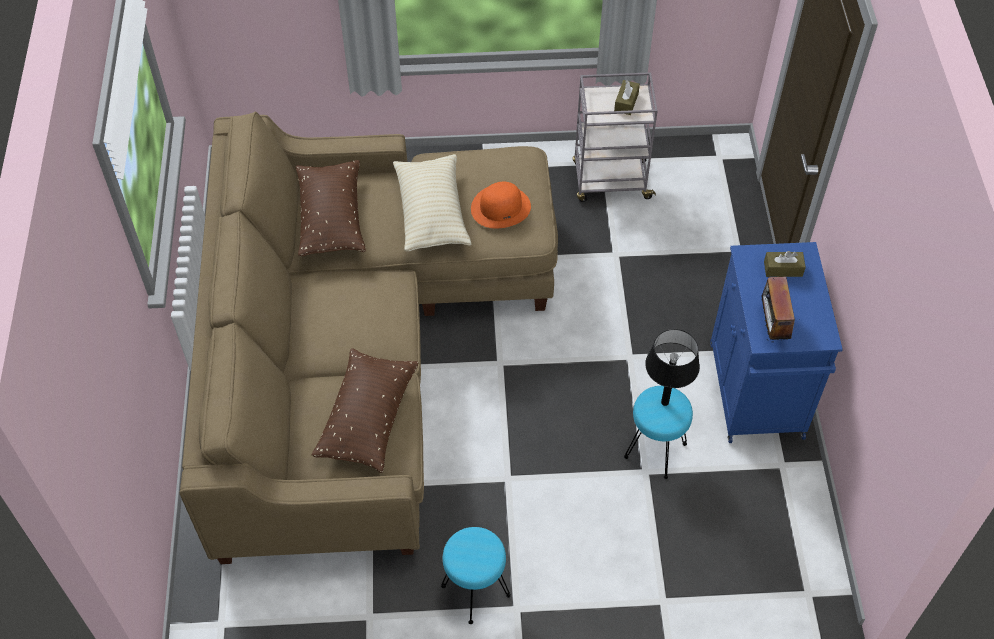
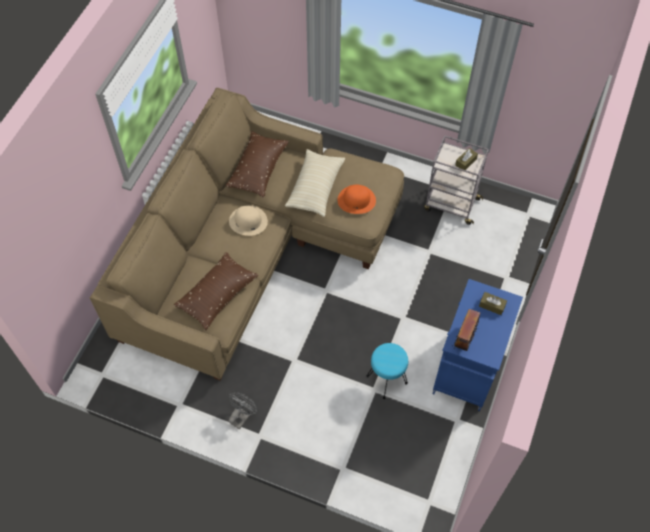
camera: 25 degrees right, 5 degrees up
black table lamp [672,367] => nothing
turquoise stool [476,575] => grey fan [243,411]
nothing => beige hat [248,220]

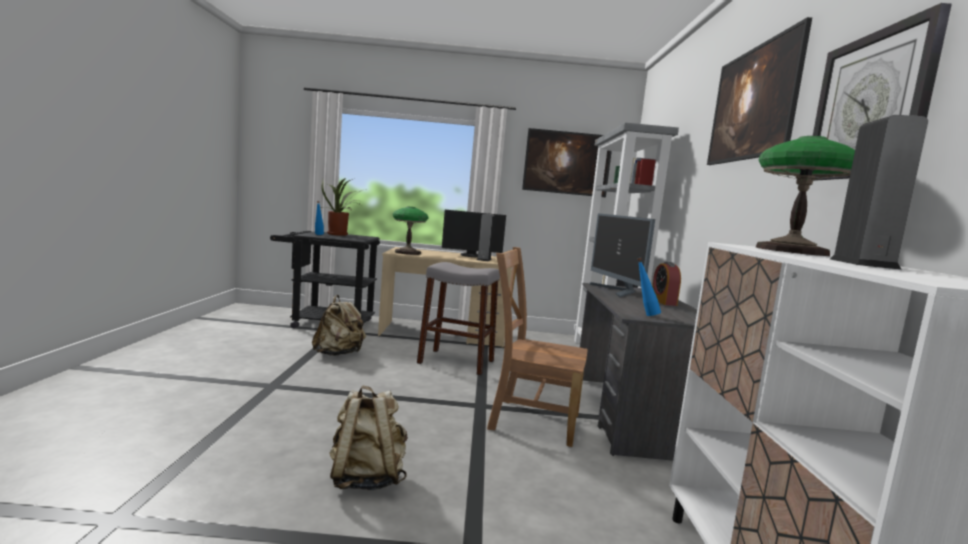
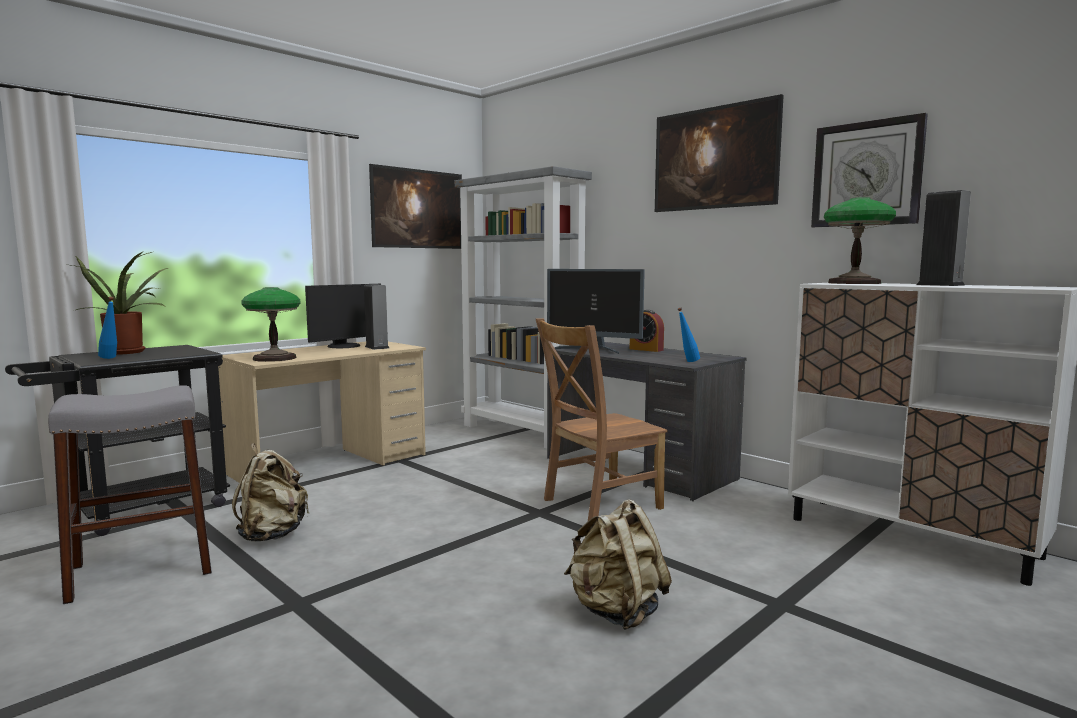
camera: 45 degrees left, 0 degrees up
grey stool [458,319] => grey stool [130,494], shifted

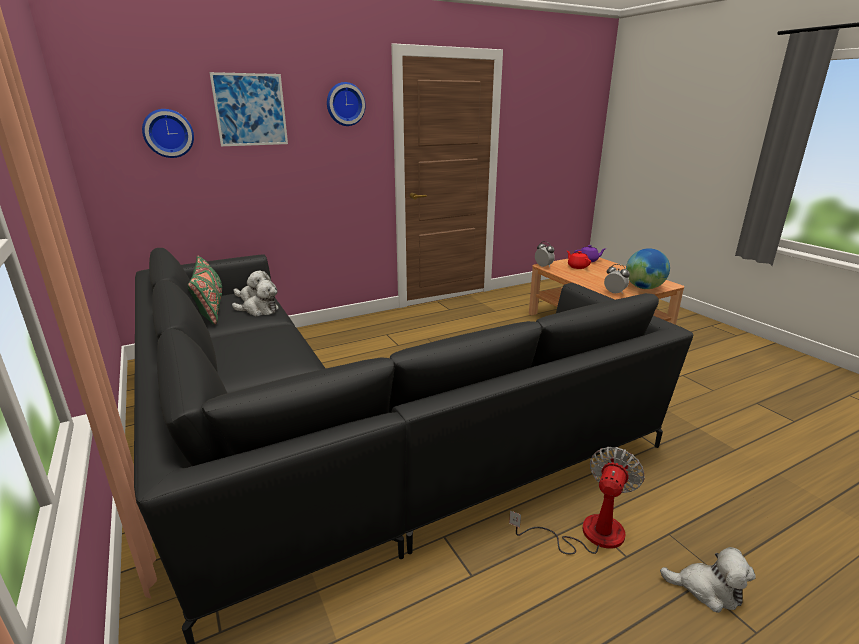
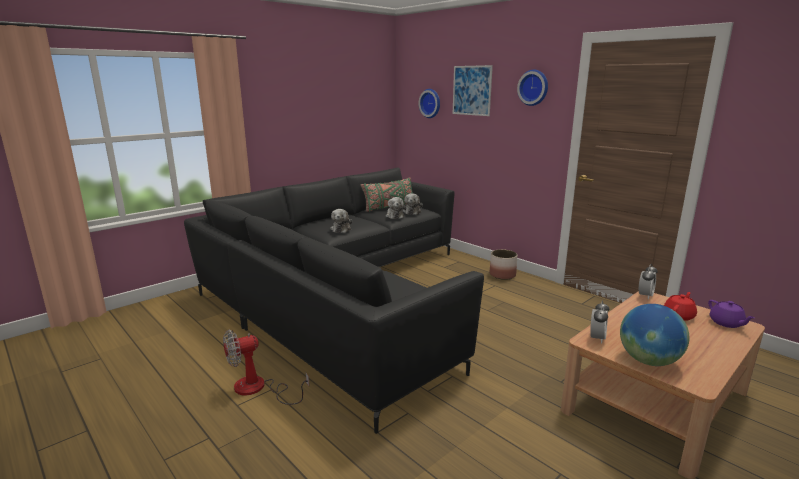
camera: 75 degrees right, 5 degrees down
fan [577,500] => fan [266,367], 135 degrees clockwise
plush toy [708,580] => plush toy [341,221], shifted
nothing => planter [504,264]

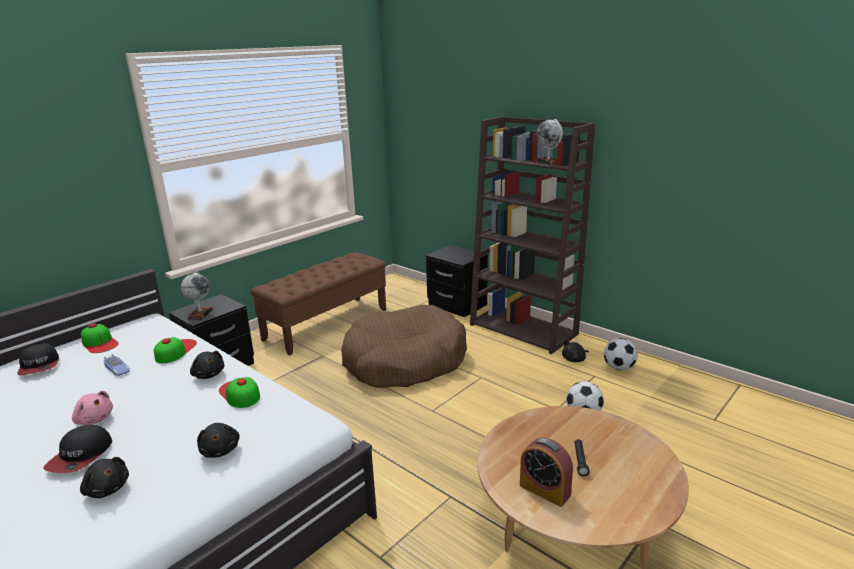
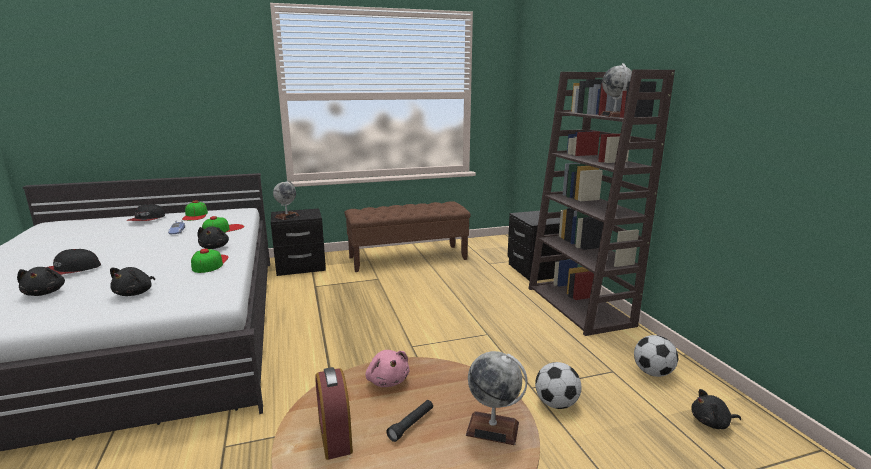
camera: 30 degrees right, 5 degrees down
brown dog bed [404,346] => nothing
black plush toy [575,351] => black plush toy [716,409], shifted
pink plush toy [92,408] => pink plush toy [387,368], shifted
nothing => globe [497,398]

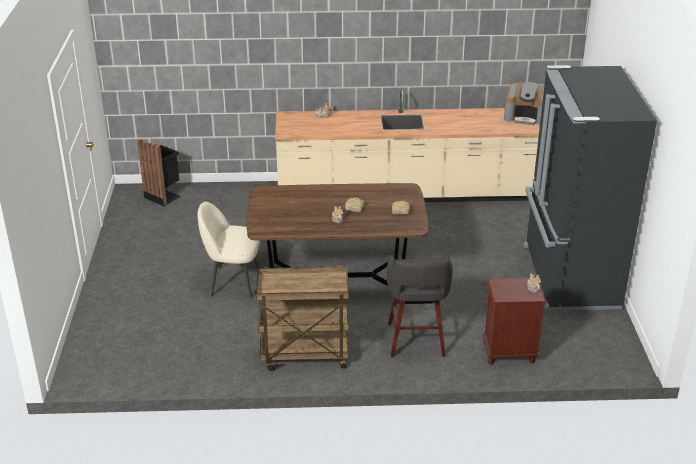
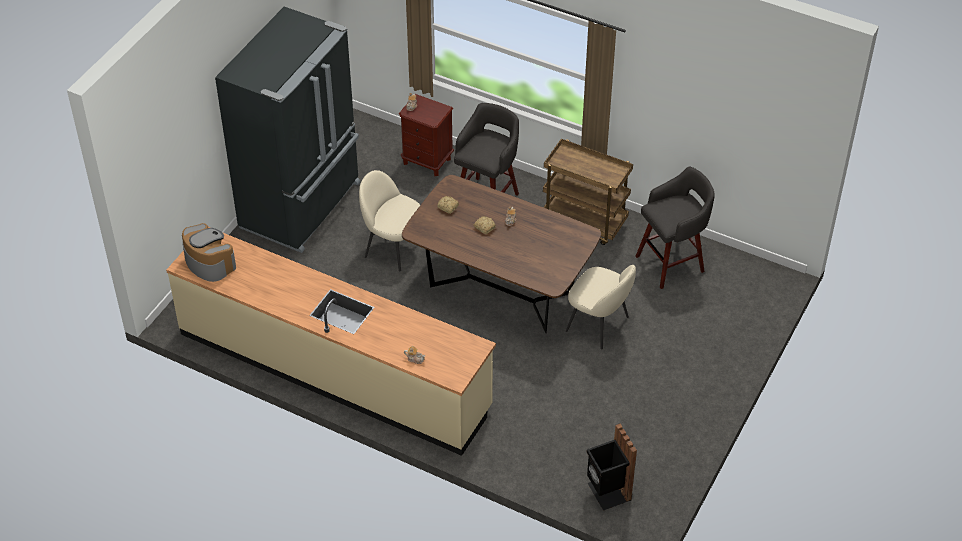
camera: 150 degrees left, 15 degrees up
nothing => grey stool [675,228]
nothing => beige chair [389,221]

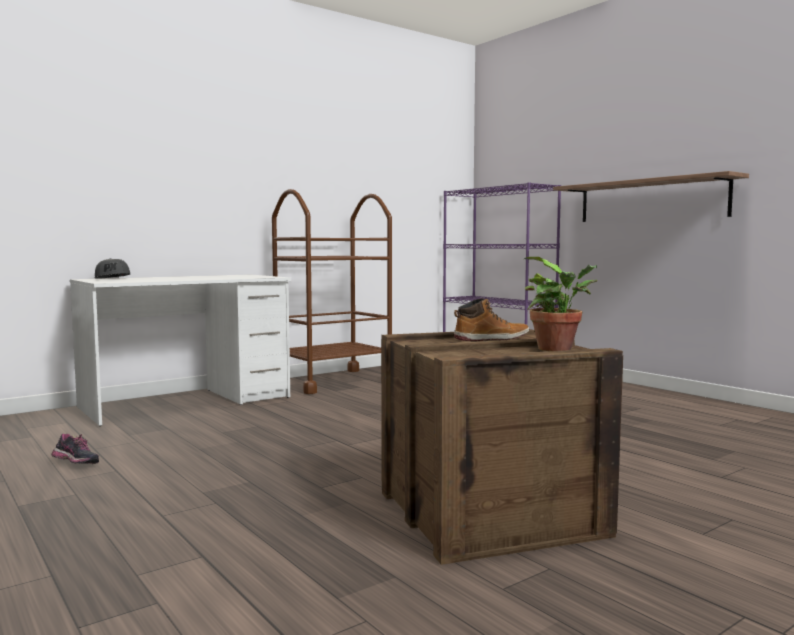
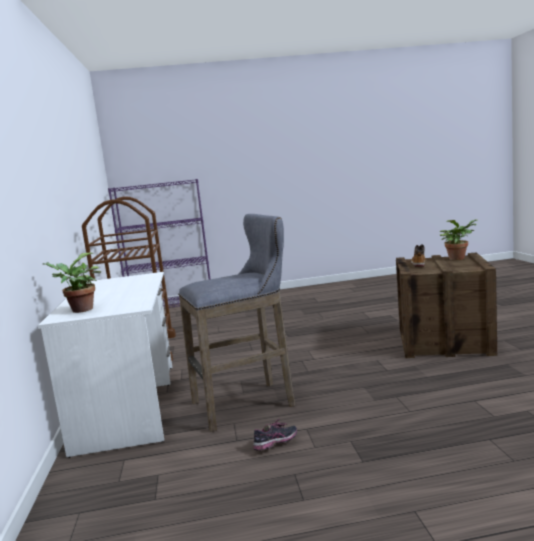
camera: 60 degrees left, 5 degrees up
shelf [651,196] => nothing
grey cap [112,268] => potted plant [71,283]
nothing => grey stool [236,323]

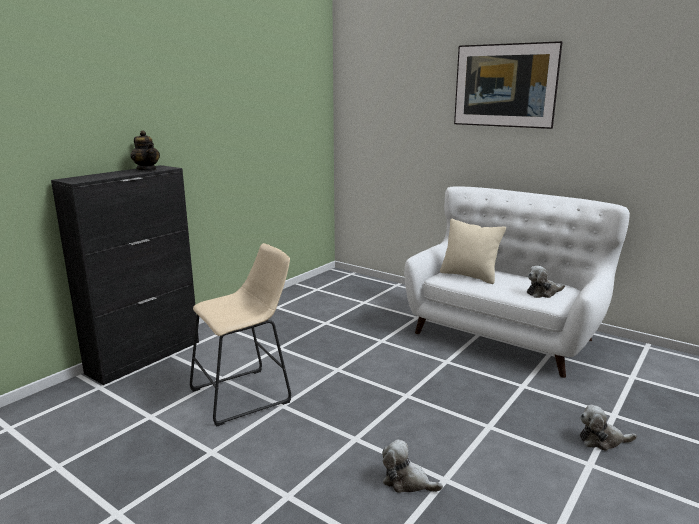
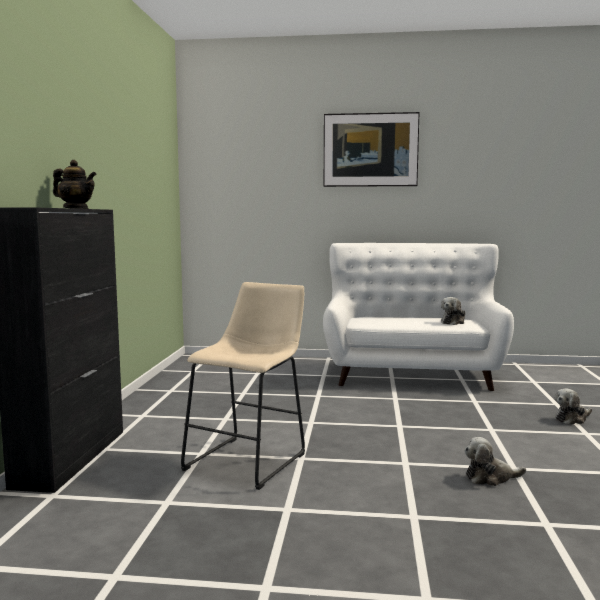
camera: 30 degrees left, 10 degrees down
beige pillow [473,251] => nothing

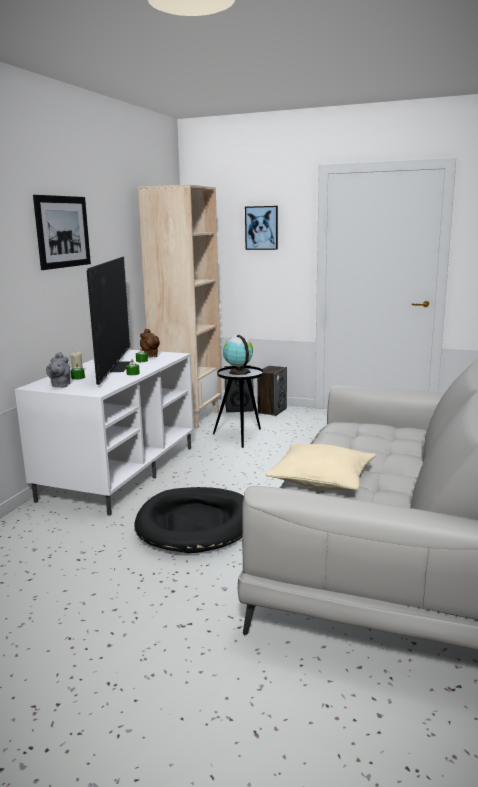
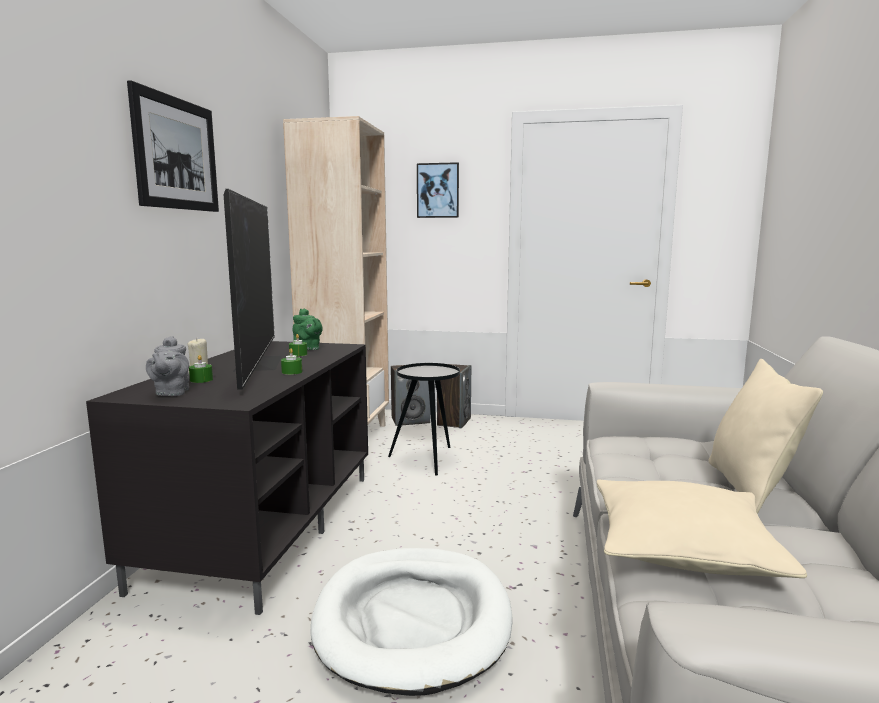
camera: 10 degrees left, 5 degrees down
brown teapot [150,343] => green teapot [307,329]
globe [238,355] => nothing
white tv stand [104,433] => black tv stand [227,478]
black dog bed [189,520] => white dog bed [411,622]
nothing => beige pillow [765,436]

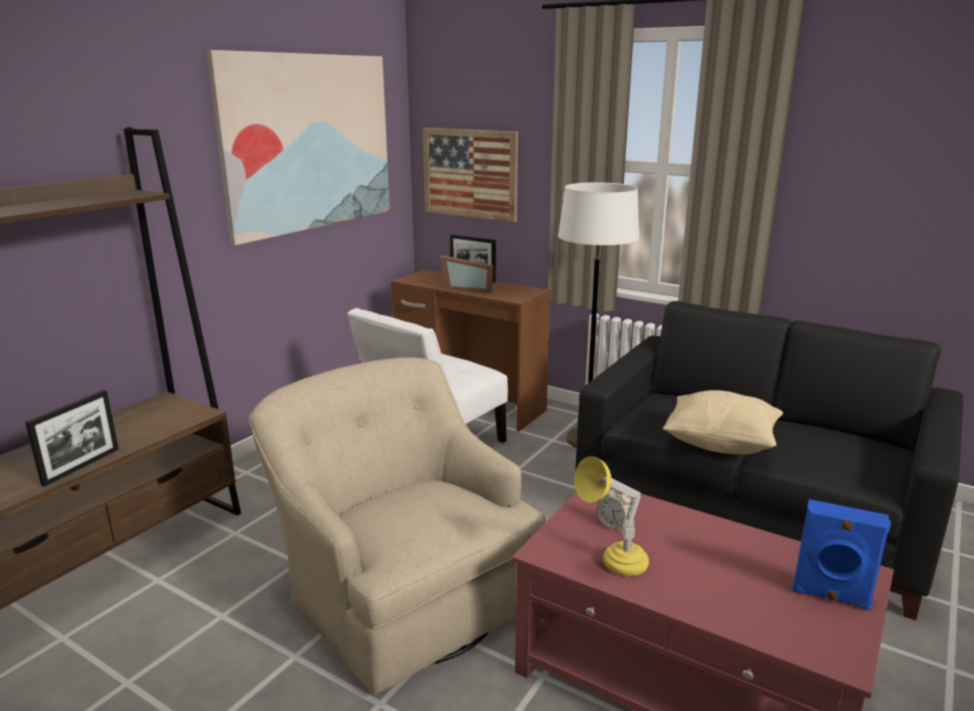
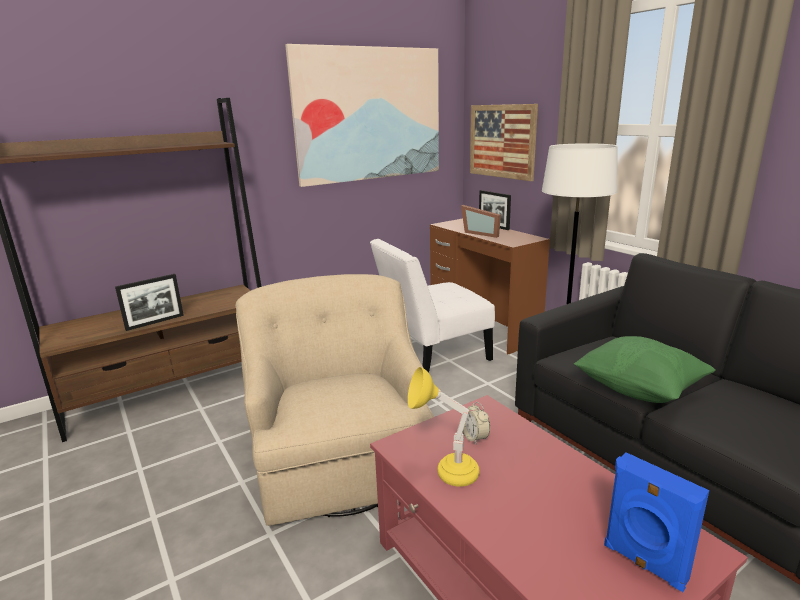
camera: 25 degrees right, 0 degrees up
beige pillow [723,422] => green pillow [645,369]

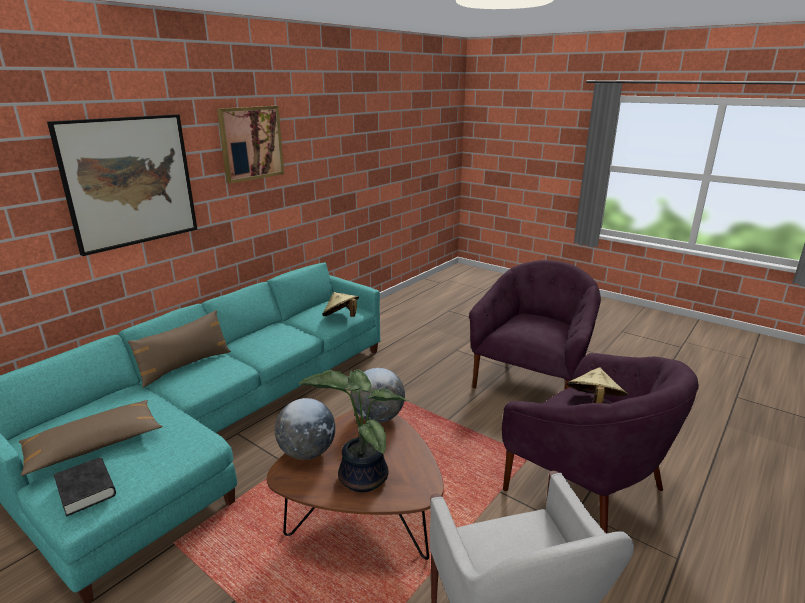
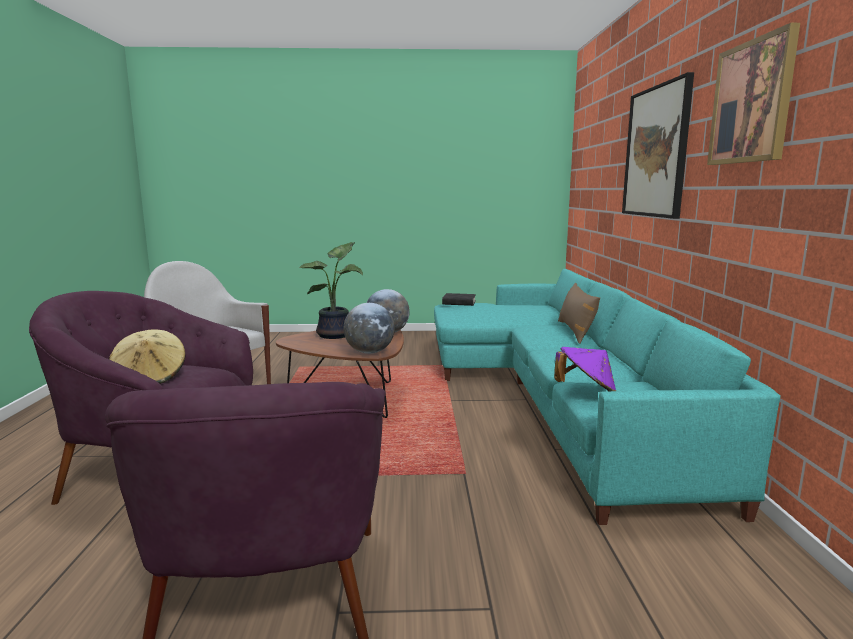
camera: 140 degrees right, 10 degrees down
beige hat [340,304] => purple hat [585,369]
brown pillow [91,438] => nothing

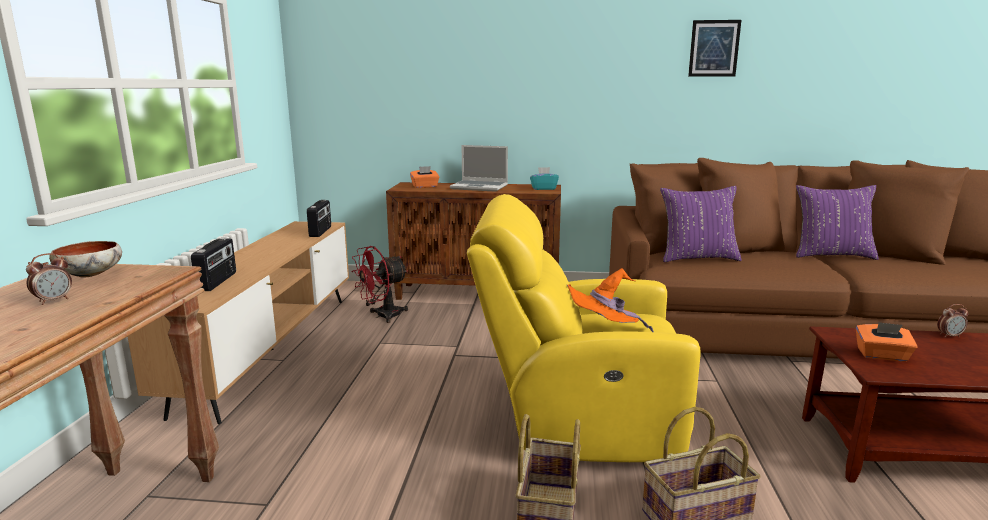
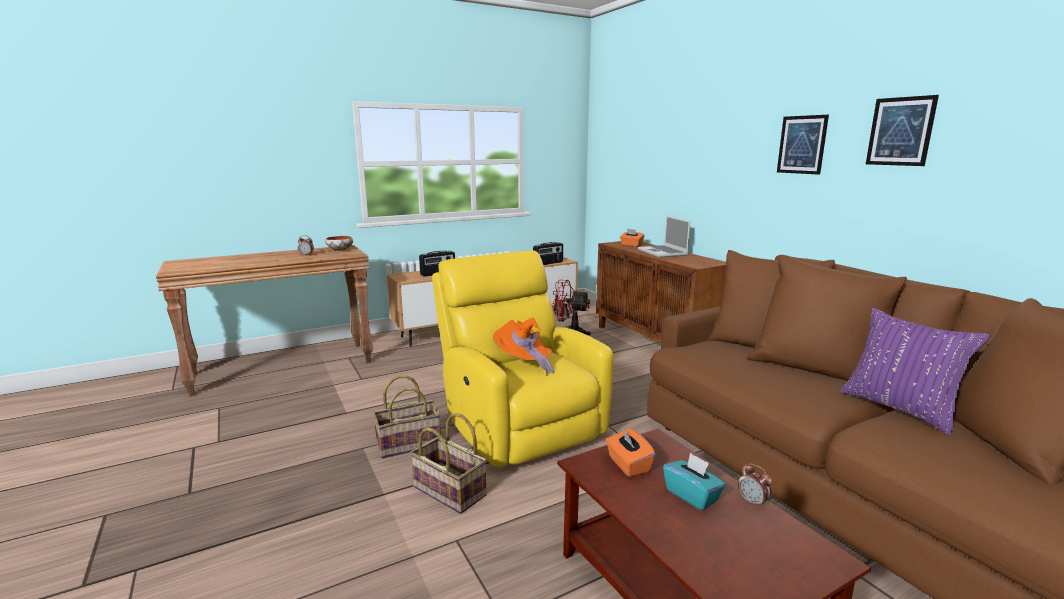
camera: 55 degrees right, 0 degrees up
turquoise tissue box [544,178] => turquoise tissue box [694,481], shifted
purple pillow [701,224] => nothing
nothing => picture [803,145]

